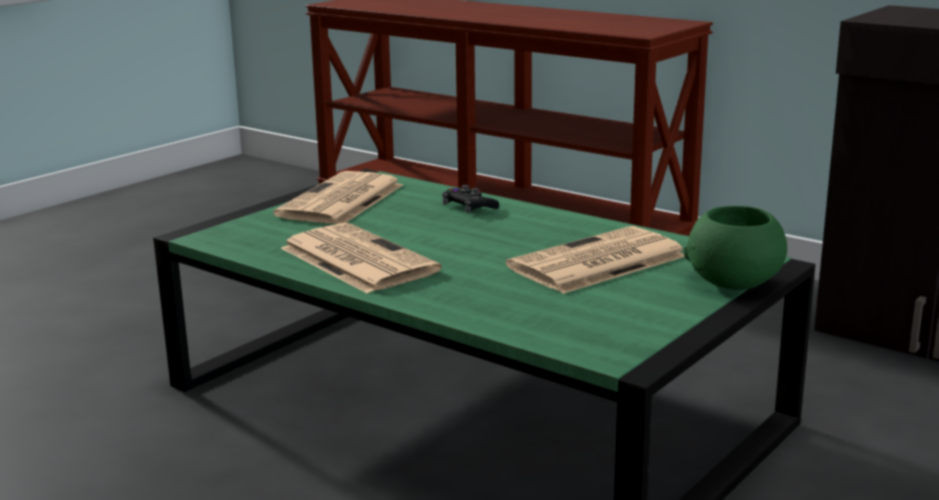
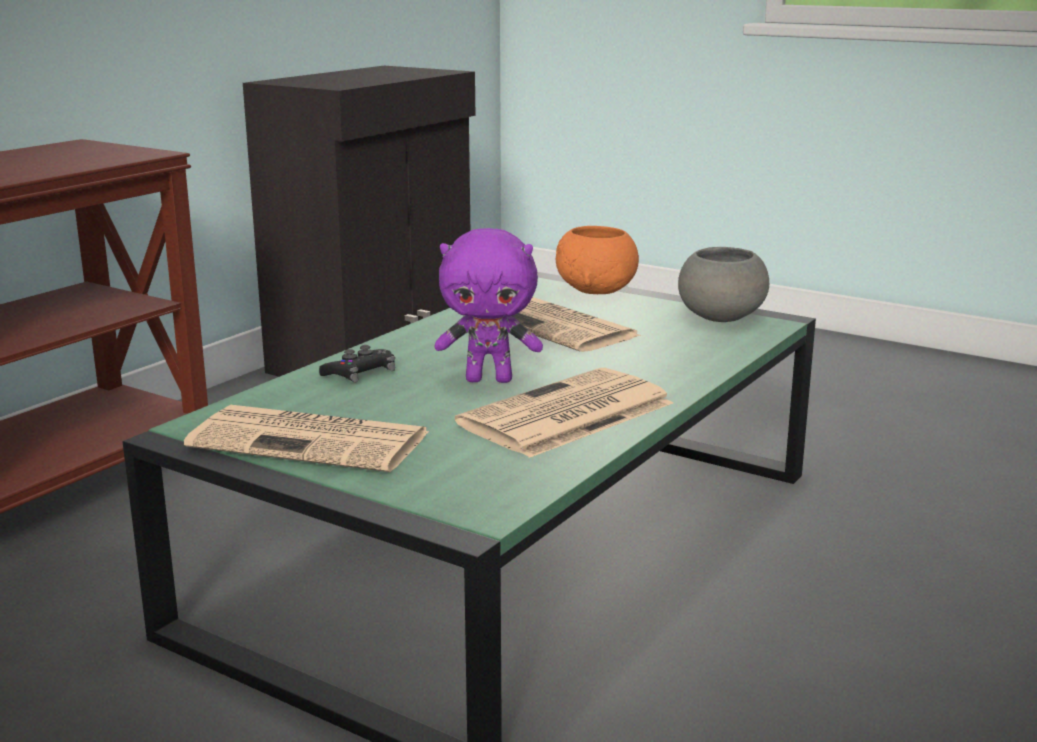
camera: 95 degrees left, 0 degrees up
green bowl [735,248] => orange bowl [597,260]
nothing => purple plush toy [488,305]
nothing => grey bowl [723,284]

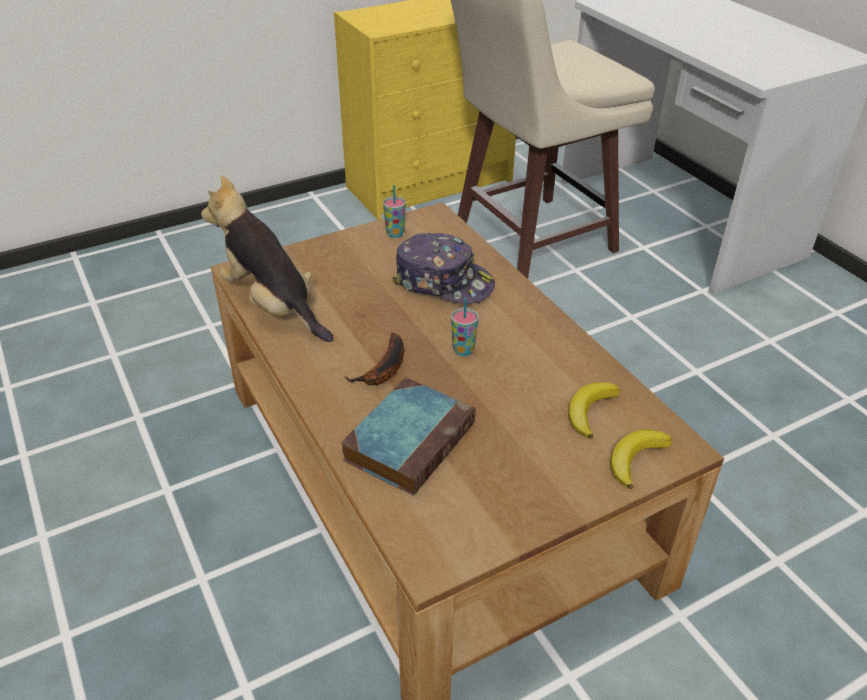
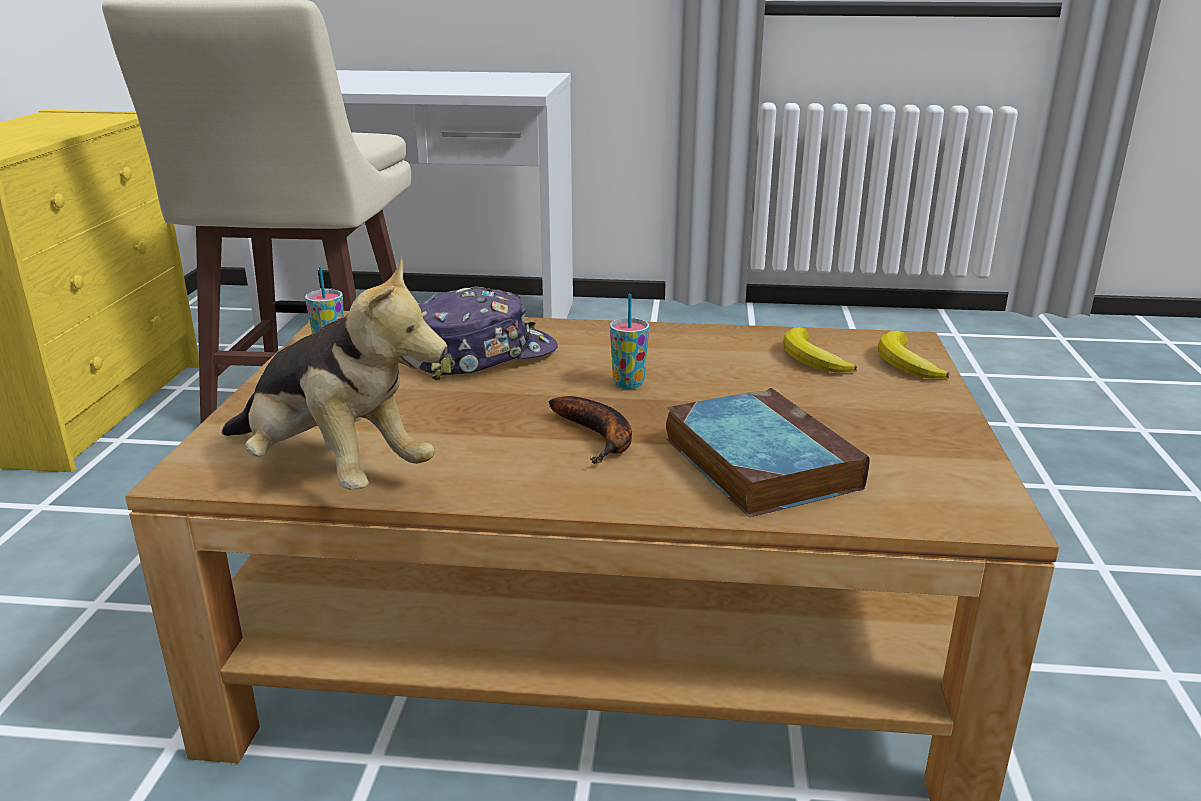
camera: 55 degrees left, 15 degrees down
plush toy [267,258] => plush toy [334,372], 135 degrees counterclockwise

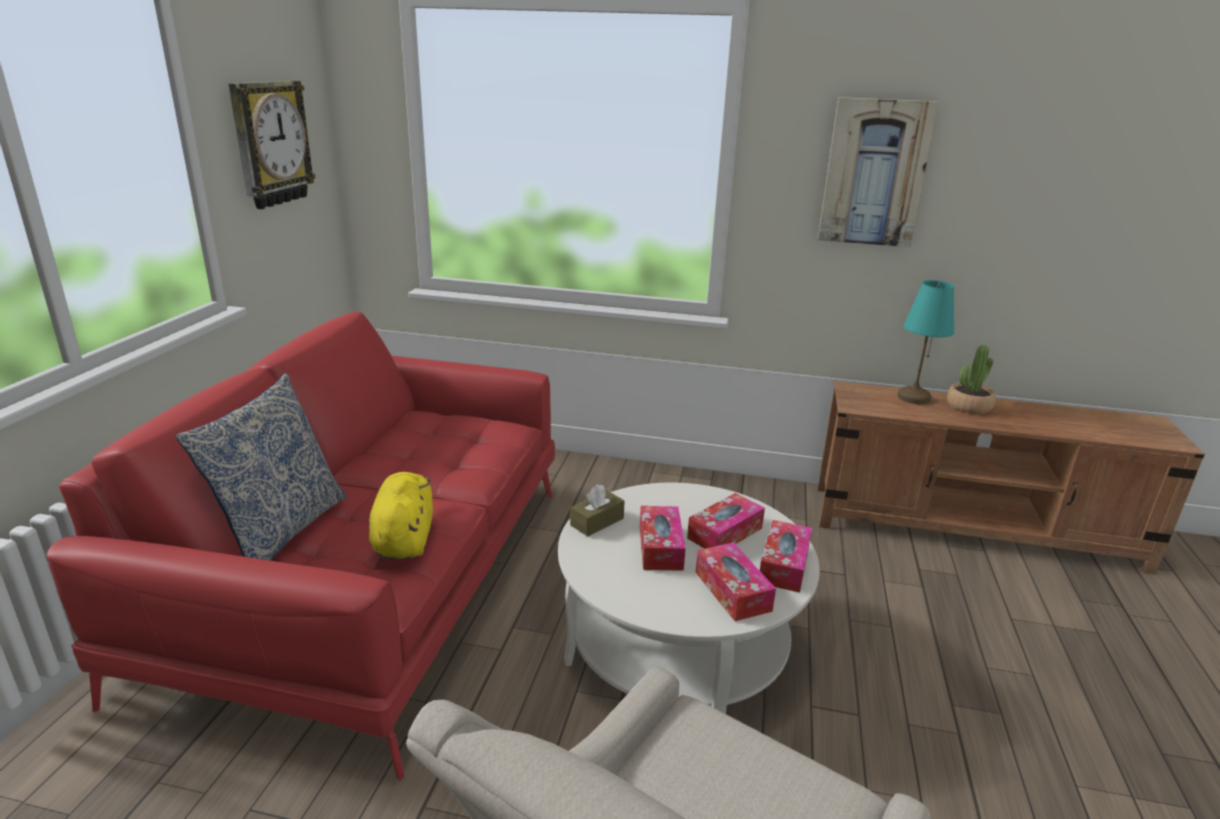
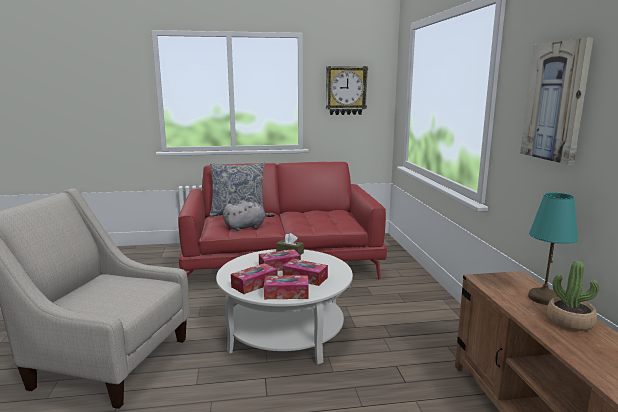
camera: 70 degrees right, 10 degrees down
yellow plush toy [401,516] => grey plush toy [249,215]

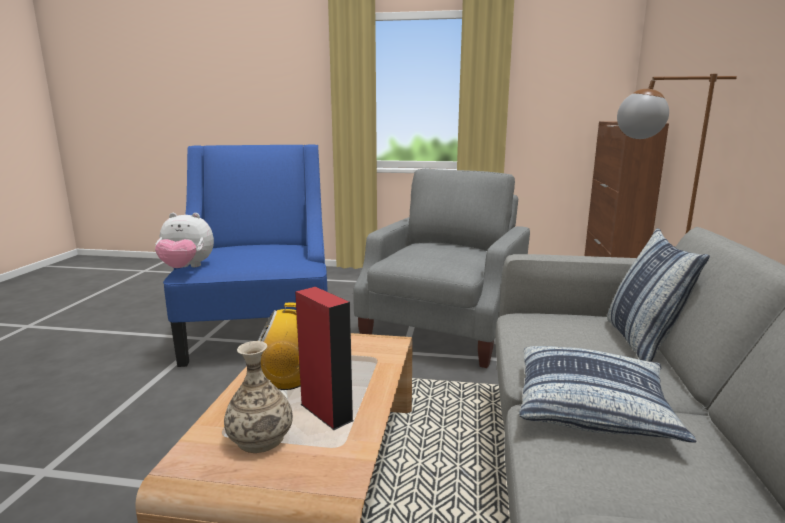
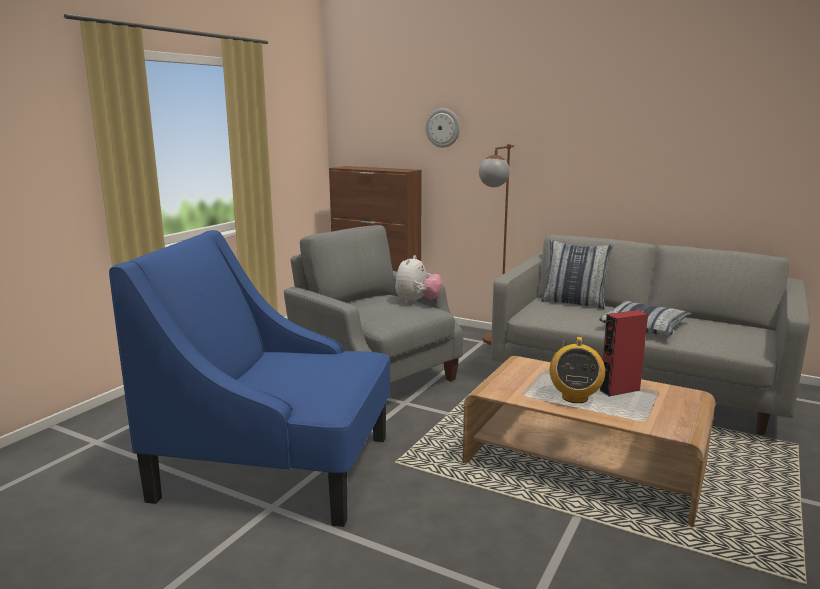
camera: 70 degrees left, 0 degrees up
plush toy [184,240] => plush toy [418,279], shifted
vase [258,397] => nothing
nothing => wall clock [443,128]

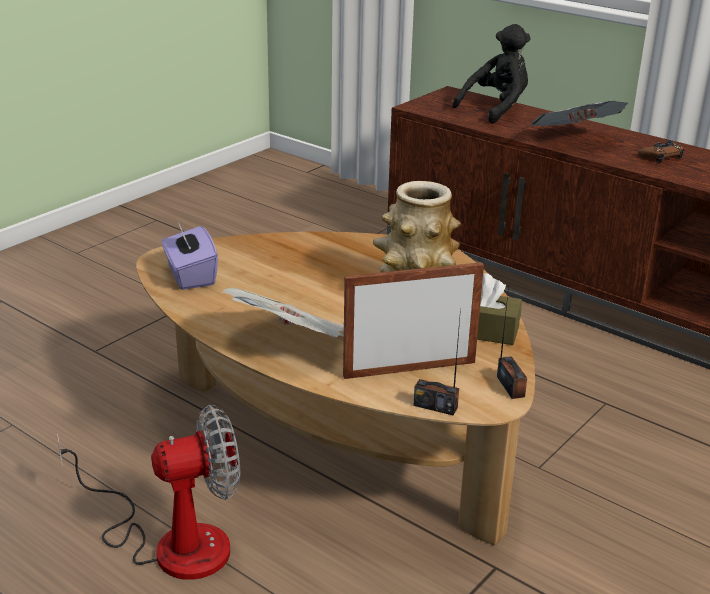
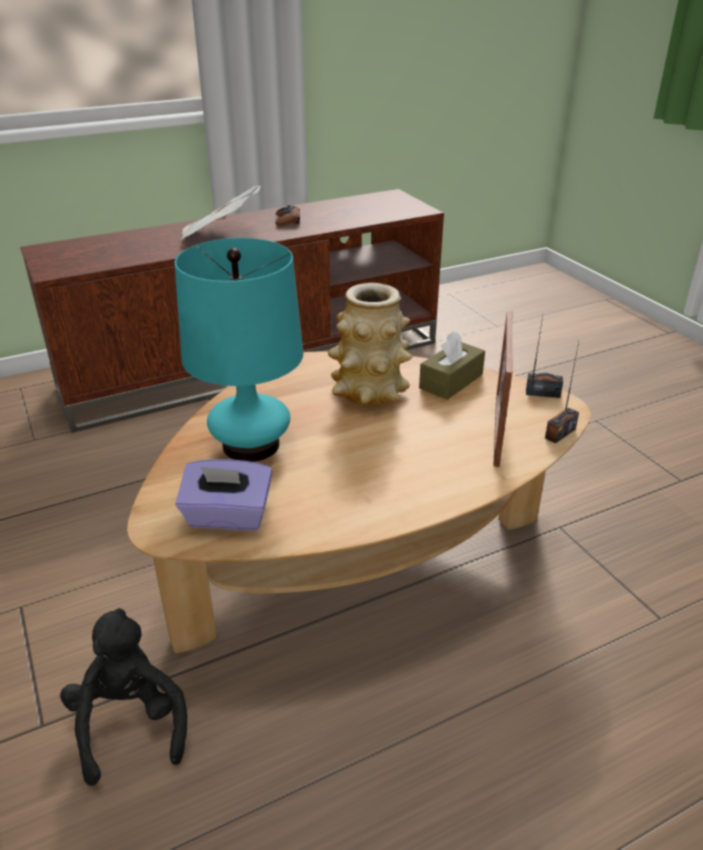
camera: 65 degrees left, 5 degrees up
black plush toy [491,74] => black plush toy [123,697], shifted
newspaper [283,313] => nothing
fan [148,492] => nothing
nothing => turquoise table lamp [239,350]

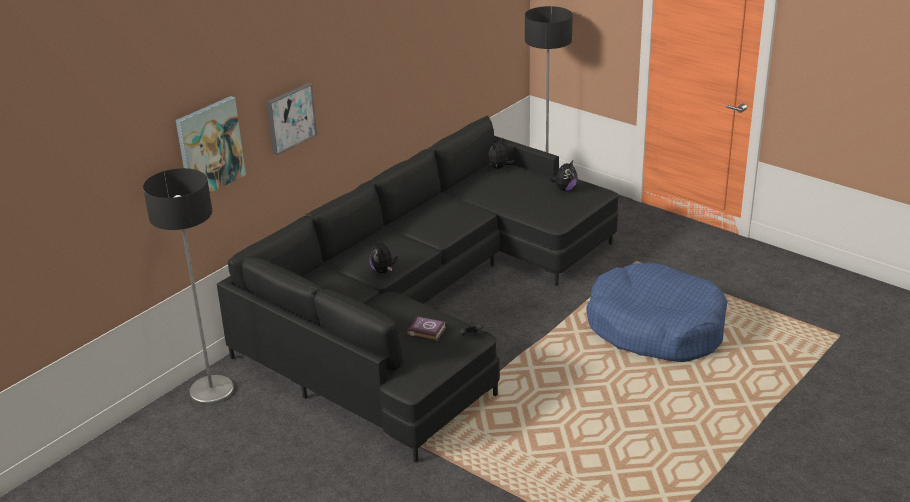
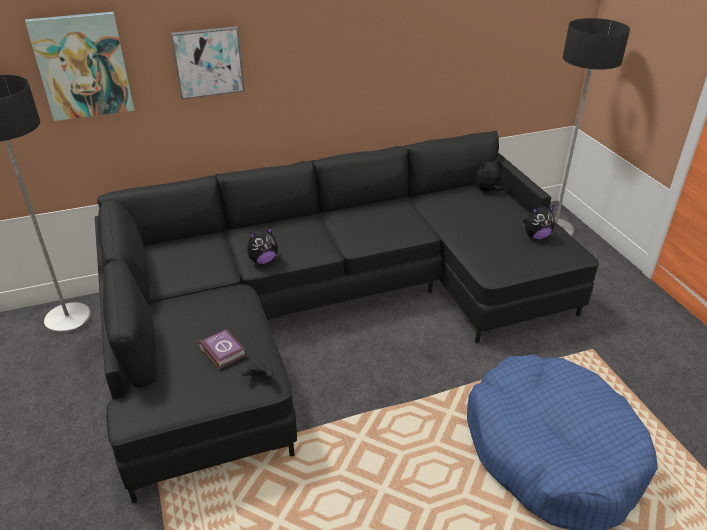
camera: 30 degrees right, 5 degrees up
plush toy [384,256] => plush toy [262,245], 135 degrees counterclockwise

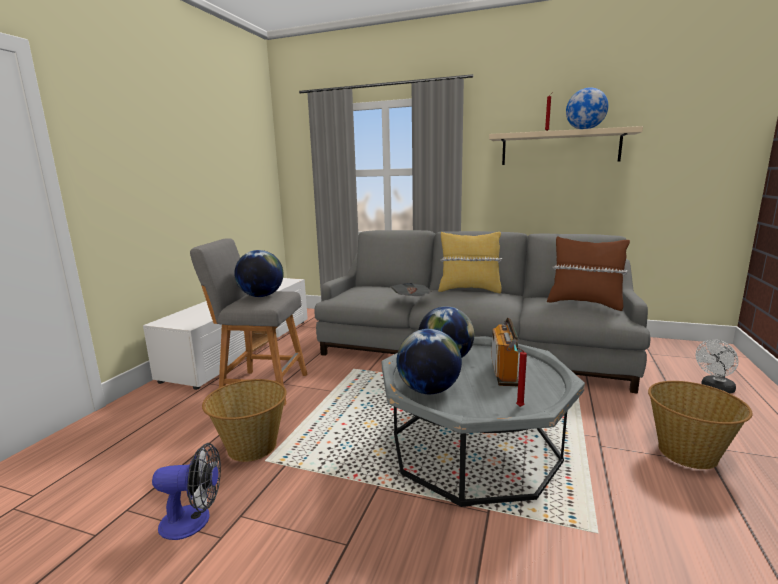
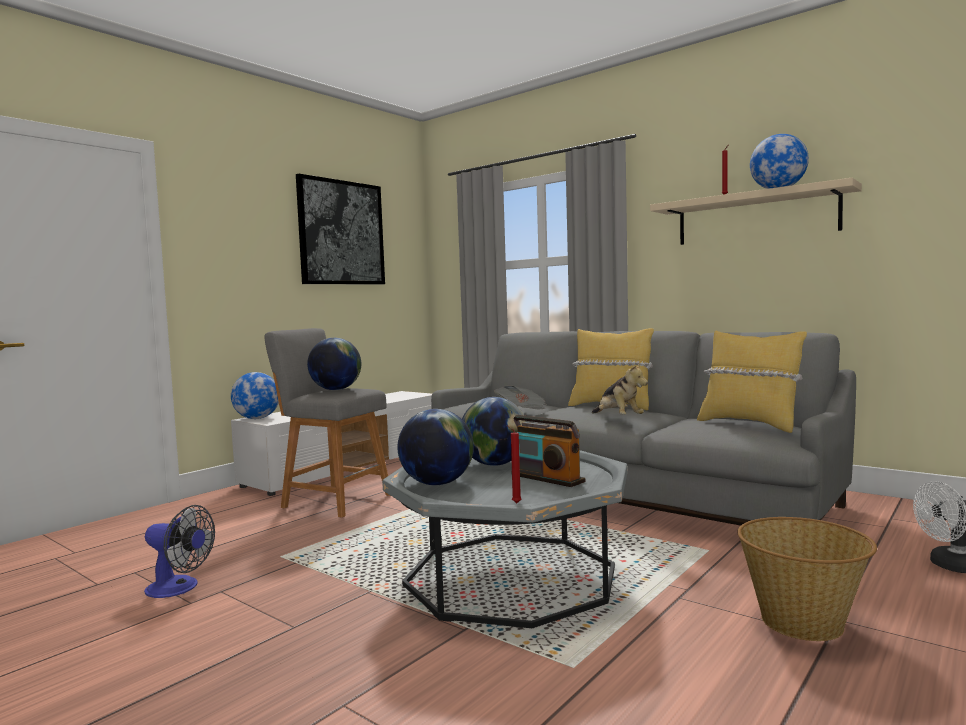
camera: 20 degrees right, 10 degrees down
brown pillow [588,273] => yellow pillow [752,382]
radio [504,352] => radio [549,451], 105 degrees clockwise
basket [244,420] => nothing
nothing => picture [340,229]
nothing => plush toy [620,388]
nothing => globe [255,395]

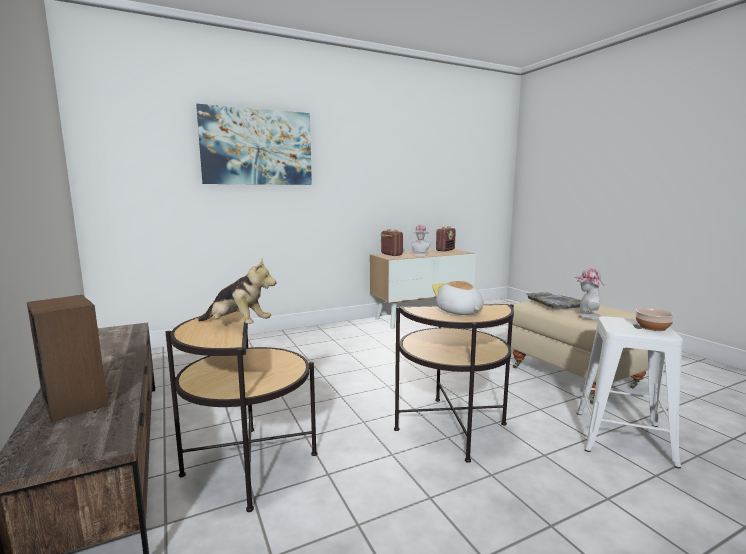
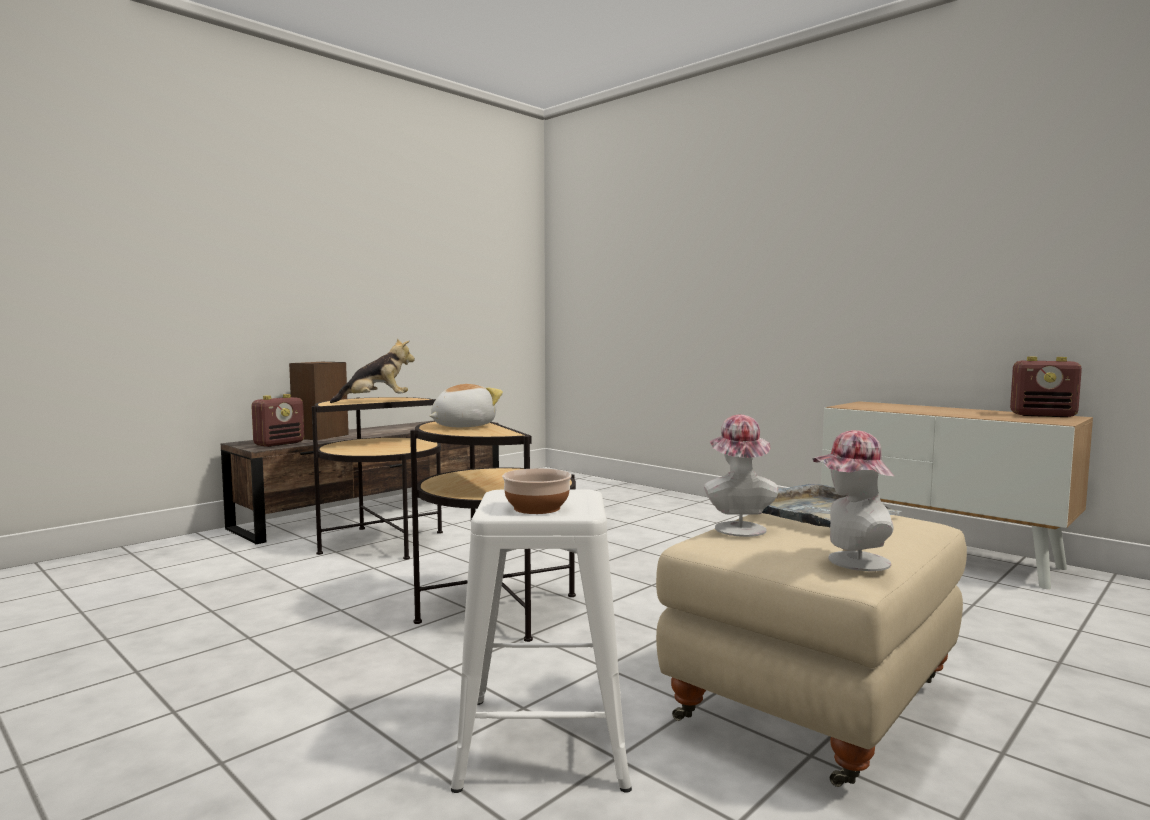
camera: 70 degrees right, 5 degrees down
picture [254,144] => nothing
hat [420,240] => hat [853,500], shifted
radio [392,242] => radio [277,420], shifted
plush toy [237,291] => plush toy [372,371], 105 degrees counterclockwise

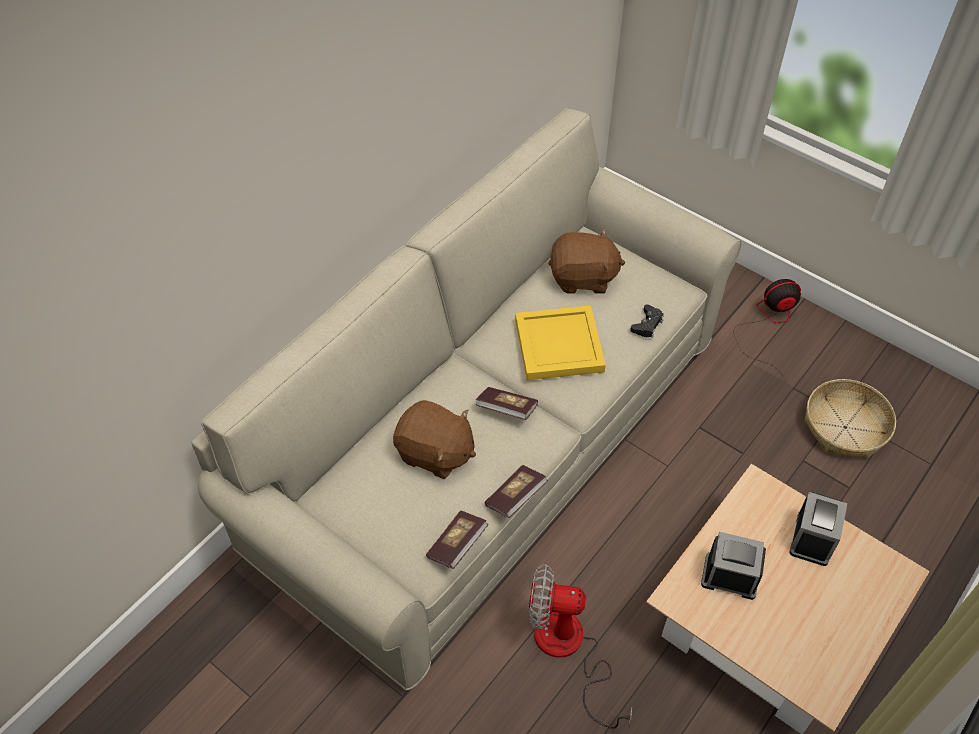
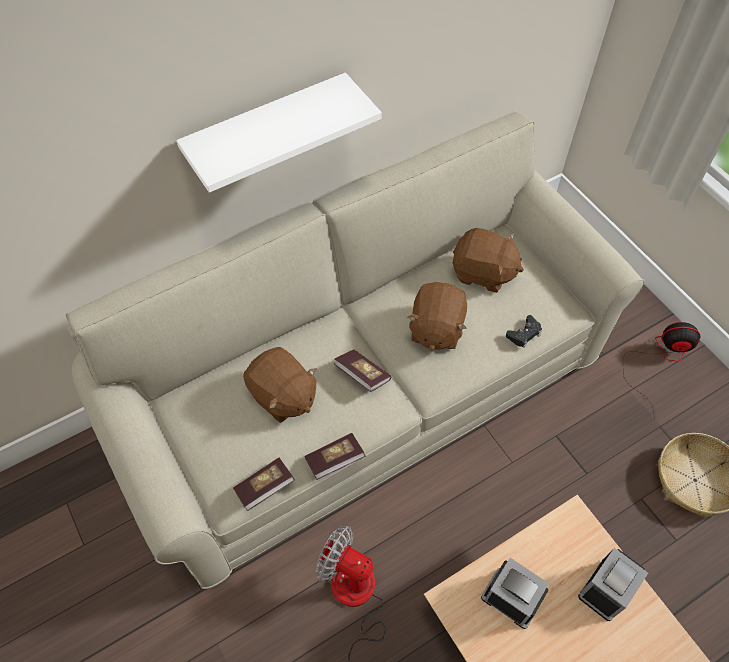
camera: 20 degrees right, 5 degrees up
yellow tray [560,343] => brown plush toy [437,316]
nothing => white shelf [279,133]

